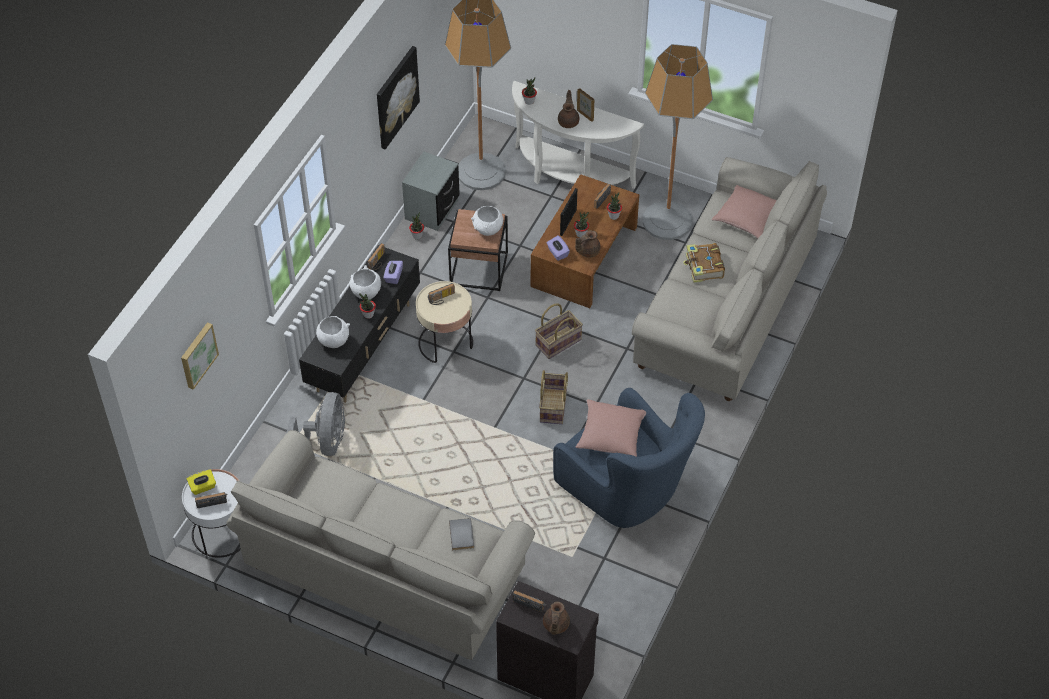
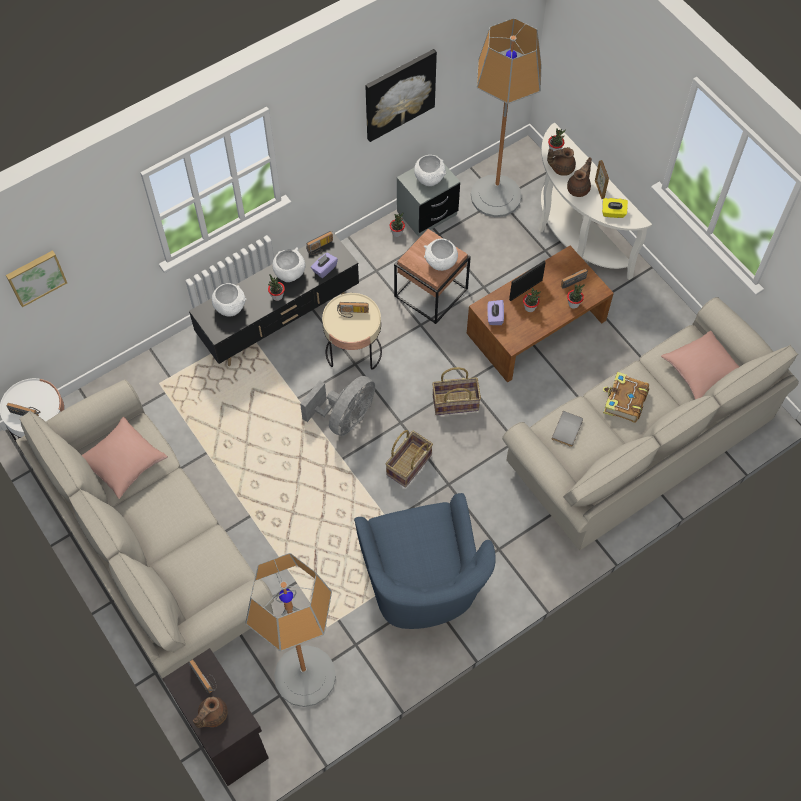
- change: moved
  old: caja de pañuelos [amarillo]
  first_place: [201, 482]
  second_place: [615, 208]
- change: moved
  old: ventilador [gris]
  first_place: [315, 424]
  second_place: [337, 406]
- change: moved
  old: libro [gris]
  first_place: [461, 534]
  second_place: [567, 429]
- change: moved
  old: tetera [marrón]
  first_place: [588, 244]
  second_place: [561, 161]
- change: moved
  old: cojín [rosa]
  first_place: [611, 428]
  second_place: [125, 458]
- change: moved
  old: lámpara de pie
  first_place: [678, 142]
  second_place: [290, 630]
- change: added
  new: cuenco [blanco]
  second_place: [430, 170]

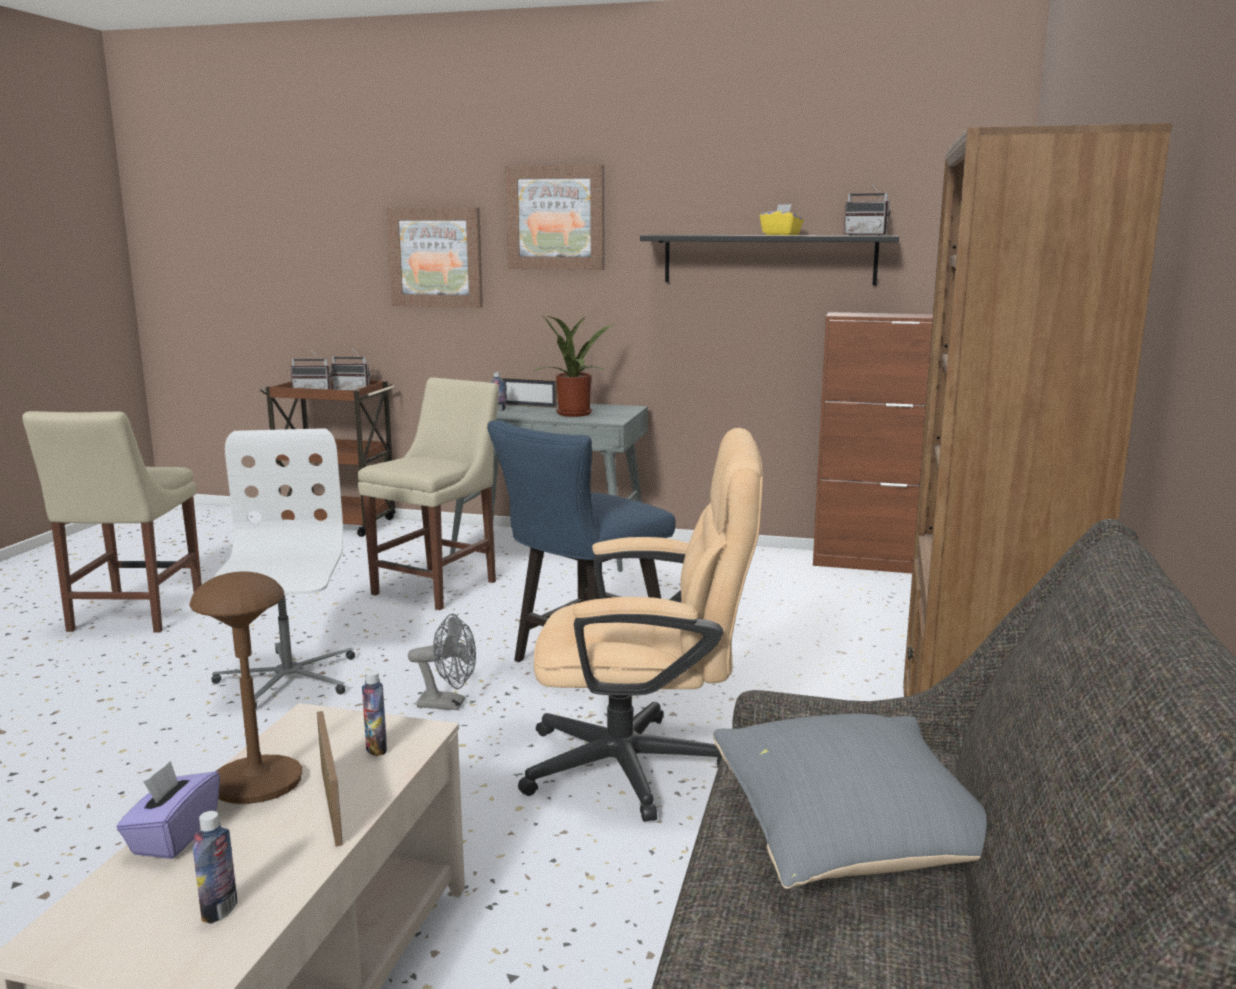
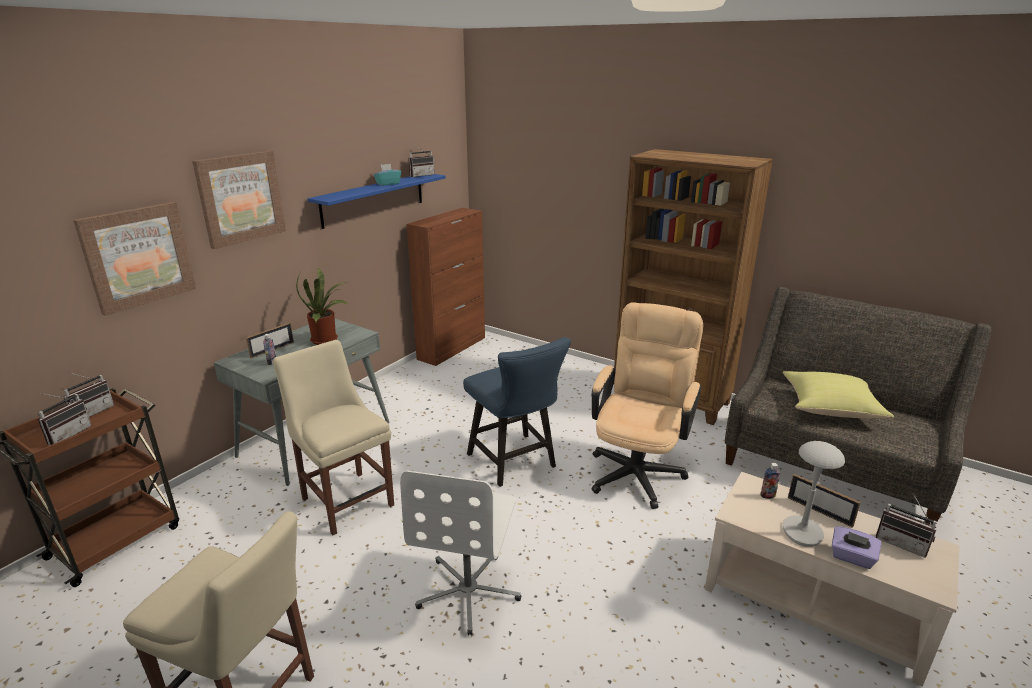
- change: recoloured
  old: lámpara de mesa [marrón]
  new: lámpara de mesa [gris]
  first_place: [245, 688]
  second_place: [814, 494]
- change: replaced
  old: botella
  new: radio
  first_place: [215, 867]
  second_place: [906, 525]
- change: turned
  old: silla de oficina [blanco]
  first_place: [283, 568]
  second_place: [460, 553]
  degrees: -90
- change: turned
  old: portarretratos
  first_place: [330, 779]
  second_place: [824, 501]
  degrees: -135
- change: removed
  old: ventilador [gris]
  first_place: [442, 662]
- change: recoloured
  old: estante [negro]
  new: estante [azul]
  first_place: [769, 260]
  second_place: [376, 201]
- change: recoloured
  old: cojín [gris]
  new: cojín [amarillo]
  first_place: [850, 801]
  second_place: [838, 394]
- change: recoloured
  old: caja de pañuelos [amarillo]
  new: caja de pañuelos [turquesa]
  first_place: [782, 219]
  second_place: [387, 175]

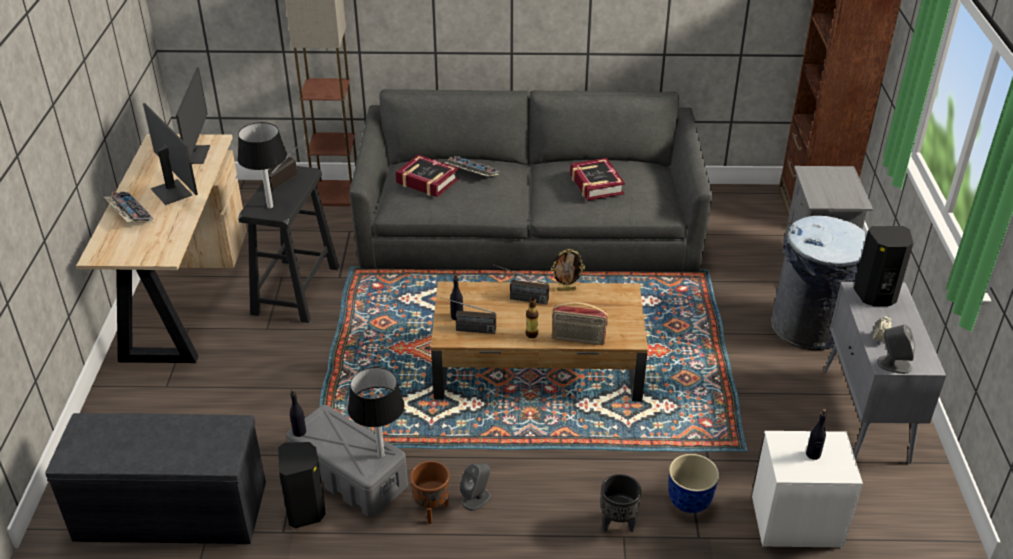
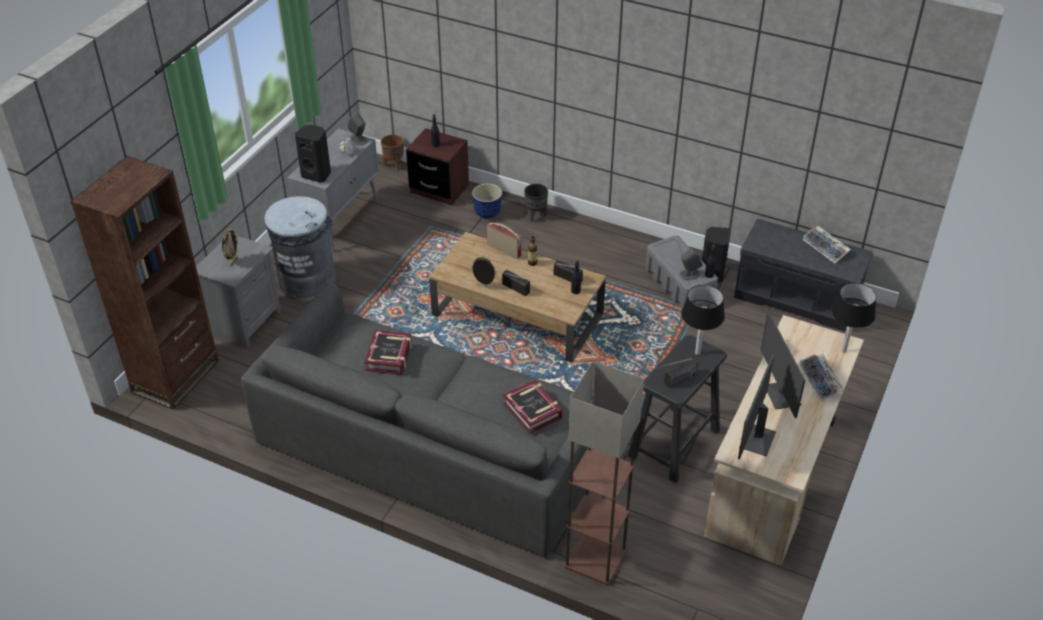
- change: moved
  old: lámpara de mesa [negro]
  first_place: [376, 412]
  second_place: [853, 318]
- change: moved
  old: maceta [marrón]
  first_place: [430, 492]
  second_place: [392, 152]
- change: moved
  old: teclado
  first_place: [472, 166]
  second_place: [827, 244]
- change: moved
  old: altavoz [gris]
  first_place: [475, 487]
  second_place: [690, 264]
- change: recoloured
  old: mesita de noche [blanco]
  new: mesita de noche [marrón]
  first_place: [807, 489]
  second_place: [437, 166]
- change: added
  new: portarretratos
  second_place: [230, 247]

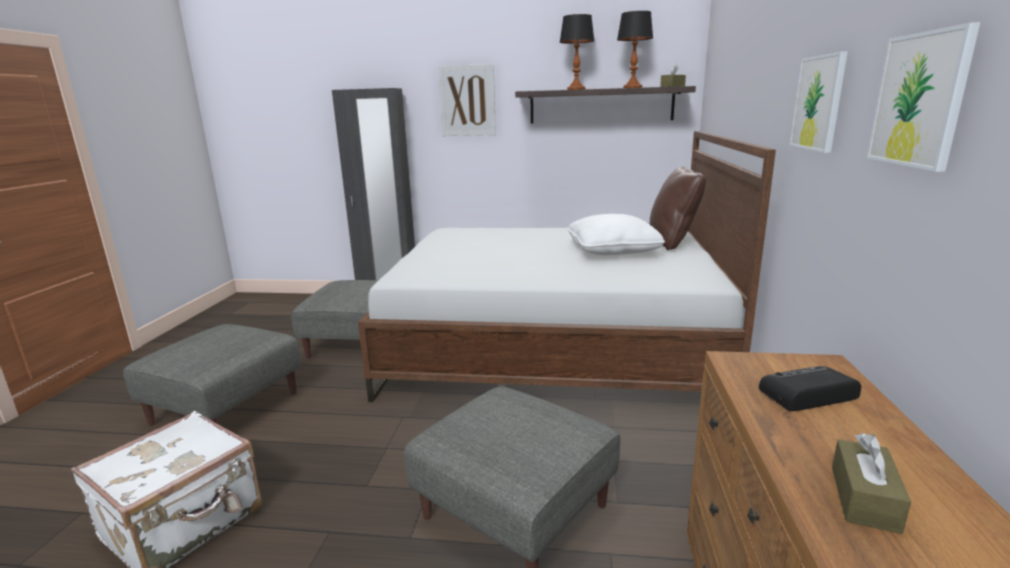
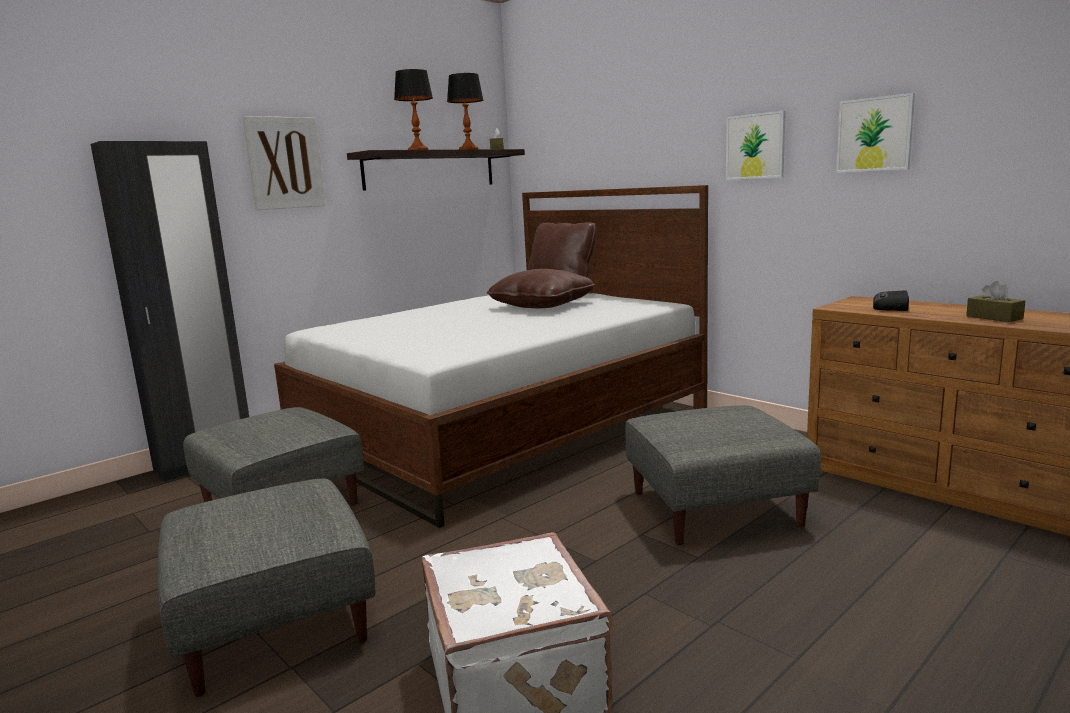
- change: recoloured
  old: cojín [blanco]
  new: cojín [marrón]
  first_place: [616, 234]
  second_place: [541, 288]

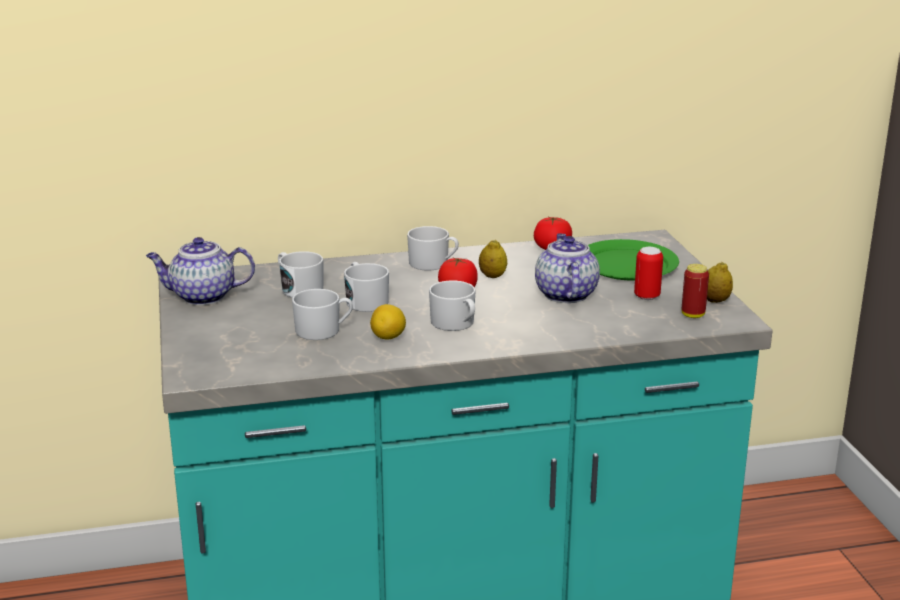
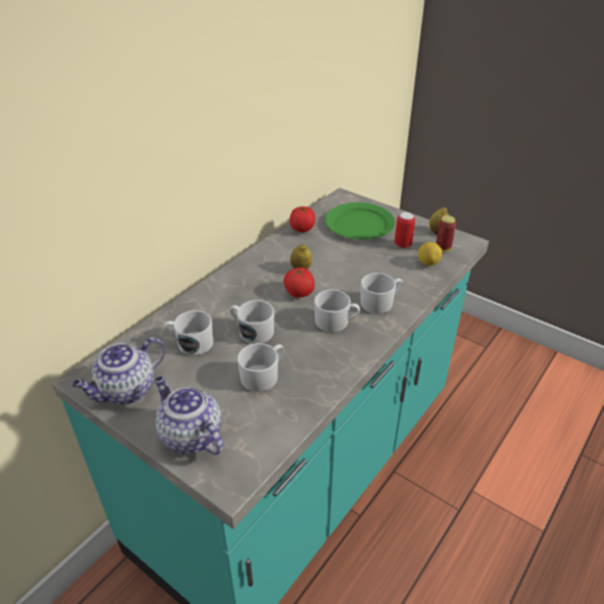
- change: moved
  old: limón
  first_place: [388, 321]
  second_place: [430, 254]
- change: moved
  old: taza grande [blanco]
  first_place: [433, 248]
  second_place: [381, 293]
- change: moved
  old: tetera
  first_place: [567, 268]
  second_place: [188, 415]

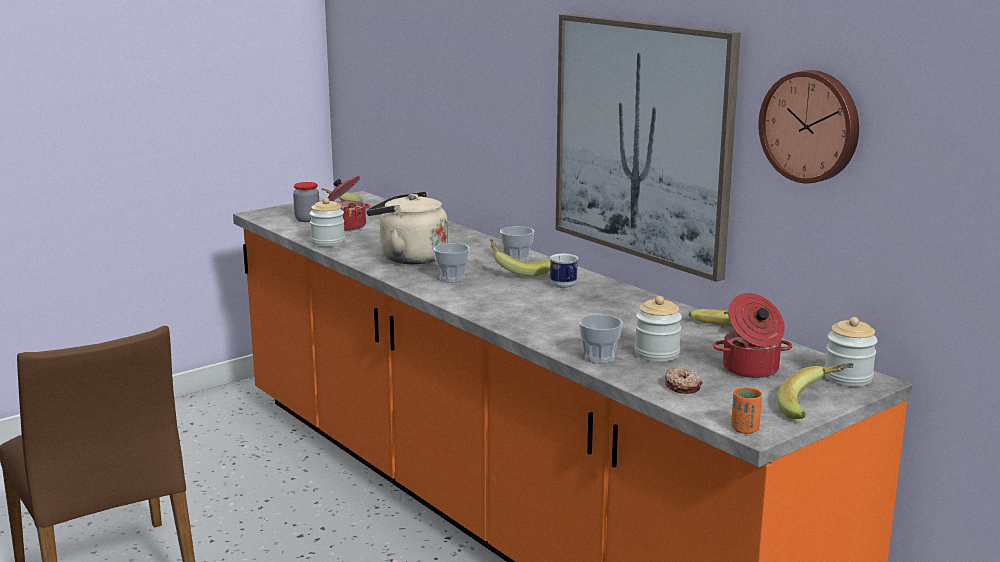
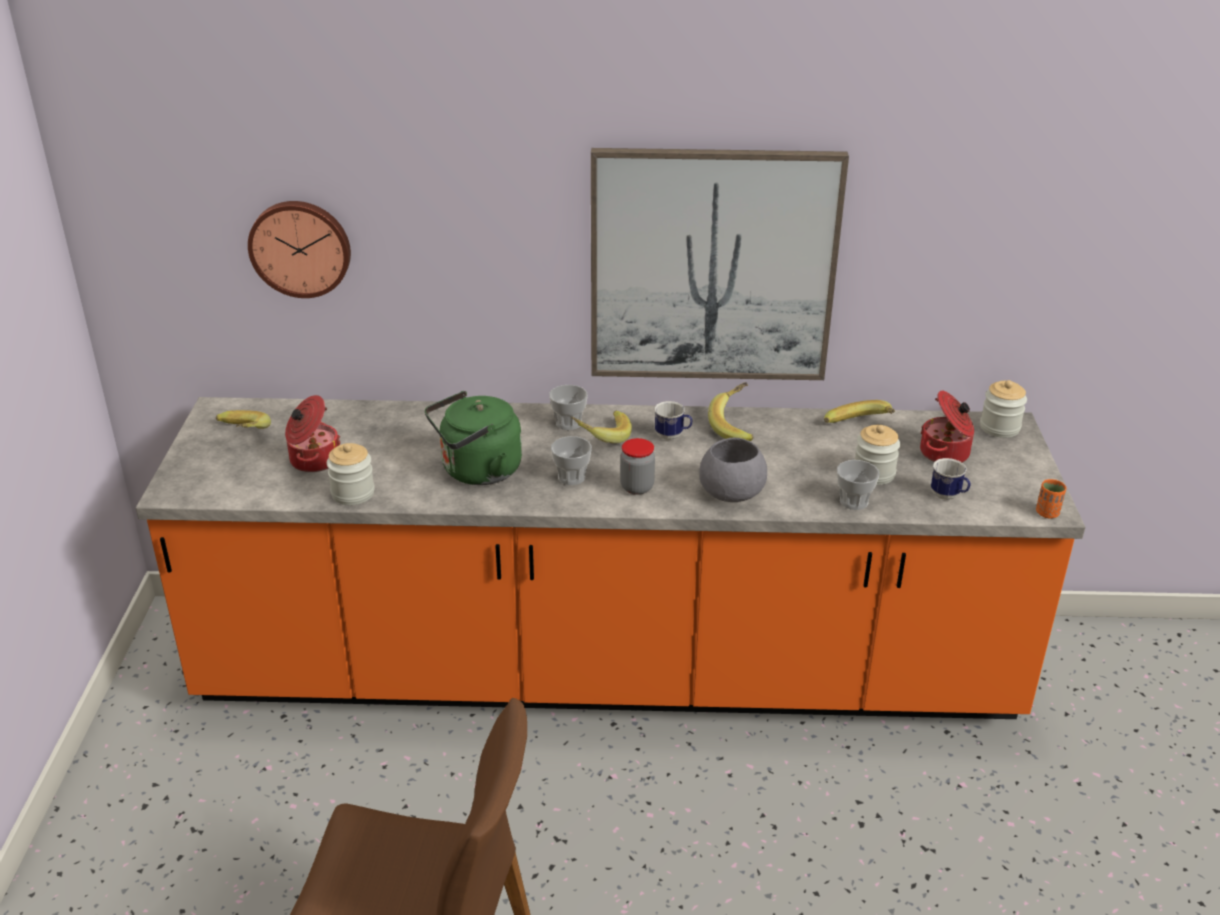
- change: moved
  old: tarro
  first_place: [306, 202]
  second_place: [637, 466]
- change: recoloured
  old: hervidor [beis]
  new: hervidor [verde]
  first_place: [407, 227]
  second_place: [473, 438]
- change: replaced
  old: rosquilla
  new: taza grande
  first_place: [684, 381]
  second_place: [950, 479]
- change: moved
  old: reloj de pared
  first_place: [808, 127]
  second_place: [299, 249]
- change: moved
  old: plátano
  first_place: [815, 391]
  second_place: [731, 411]
- change: added
  new: cuenco [gris]
  second_place: [733, 470]

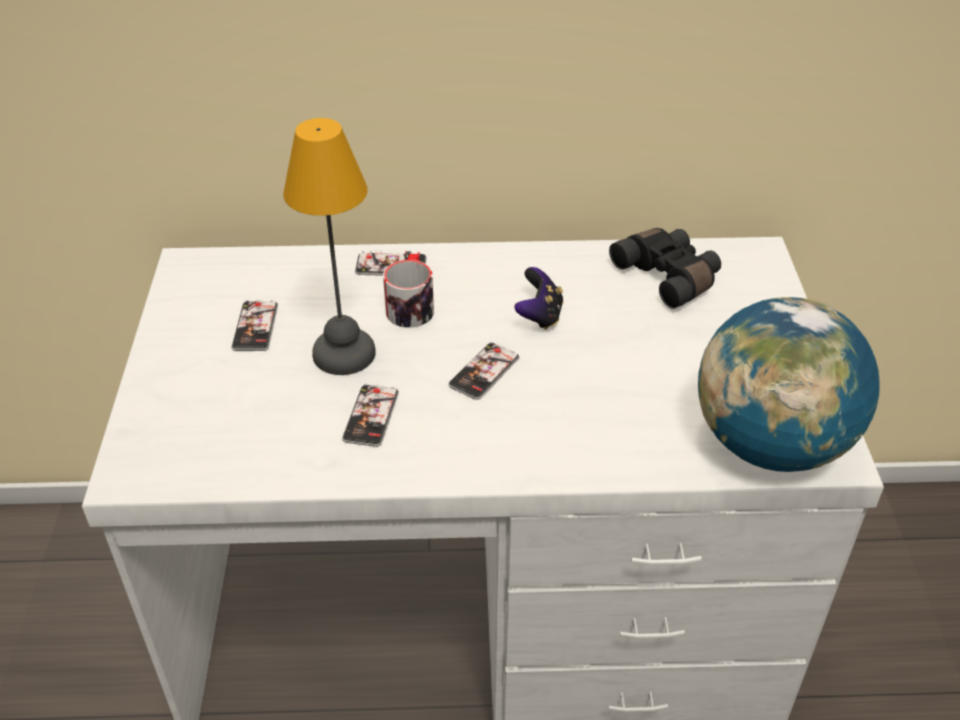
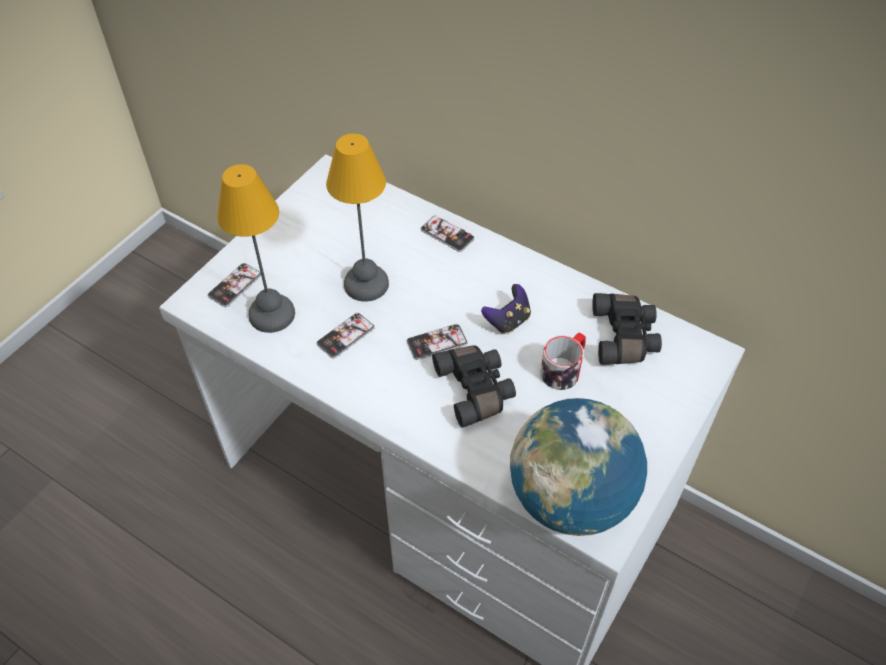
- change: moved
  old: móvil
  first_place: [255, 325]
  second_place: [234, 285]
- change: moved
  old: taza grande
  first_place: [408, 291]
  second_place: [563, 361]
- change: added
  new: lámpara de mesa
  second_place: [256, 248]
- change: added
  new: prismáticos [negro]
  second_place: [474, 386]

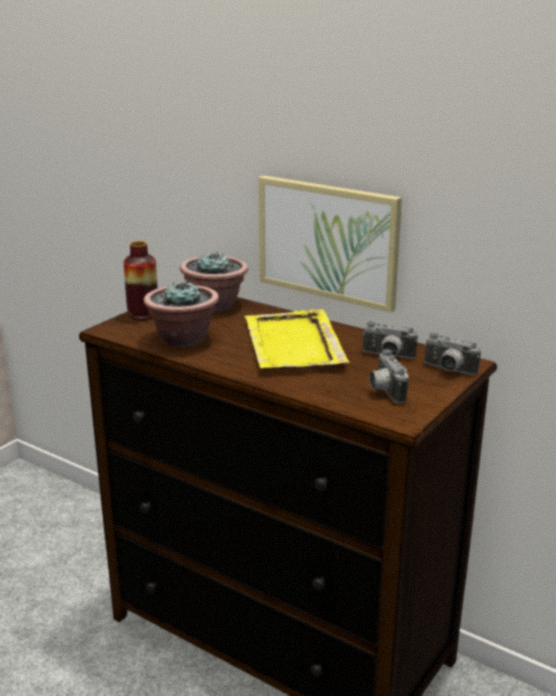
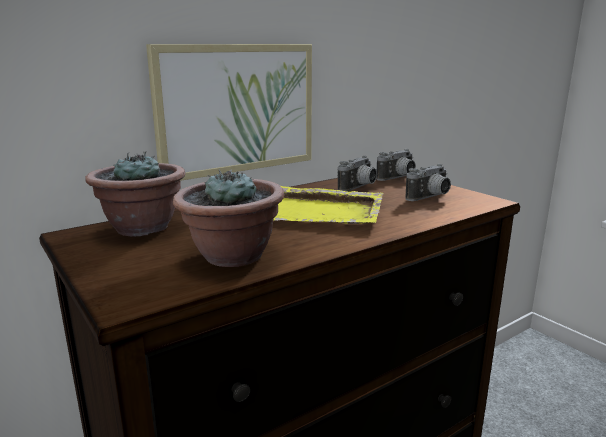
- change: removed
  old: florero
  first_place: [141, 280]
- change: turned
  old: cámara
  first_place: [389, 376]
  second_place: [428, 182]
  degrees: -45

